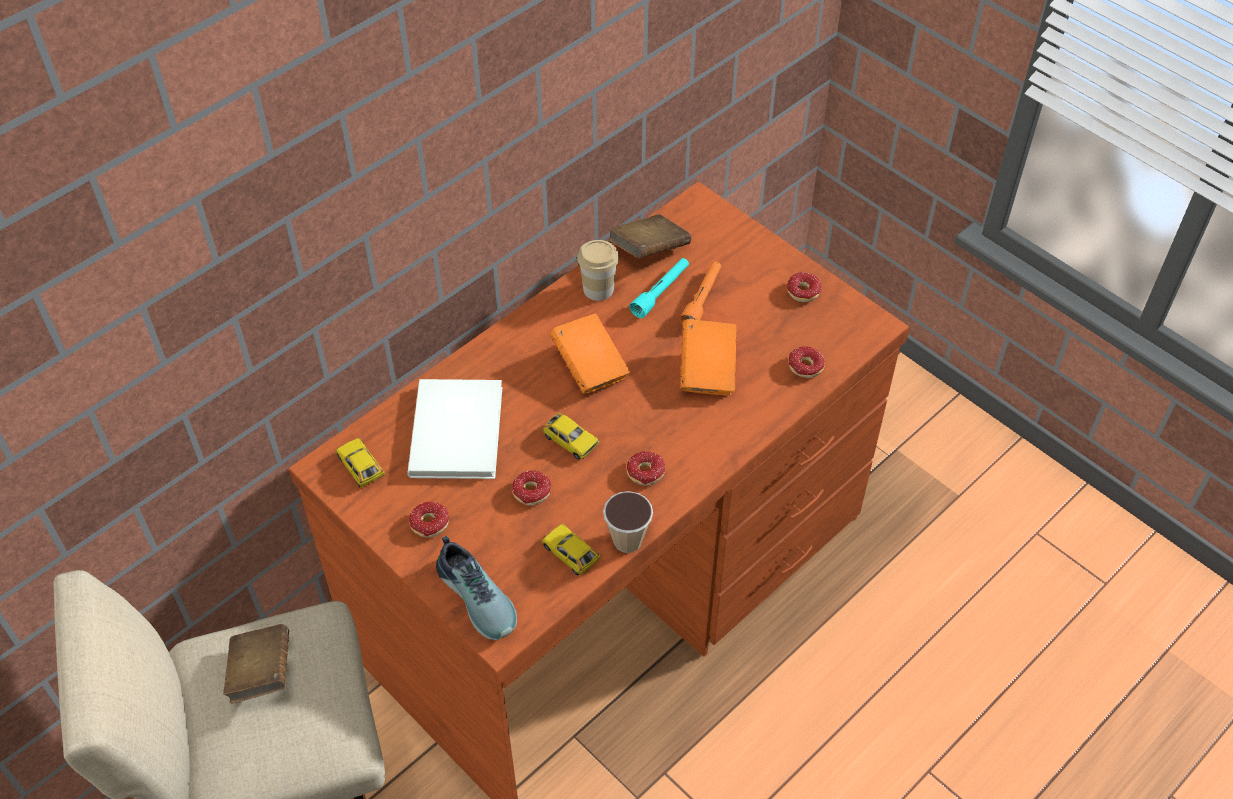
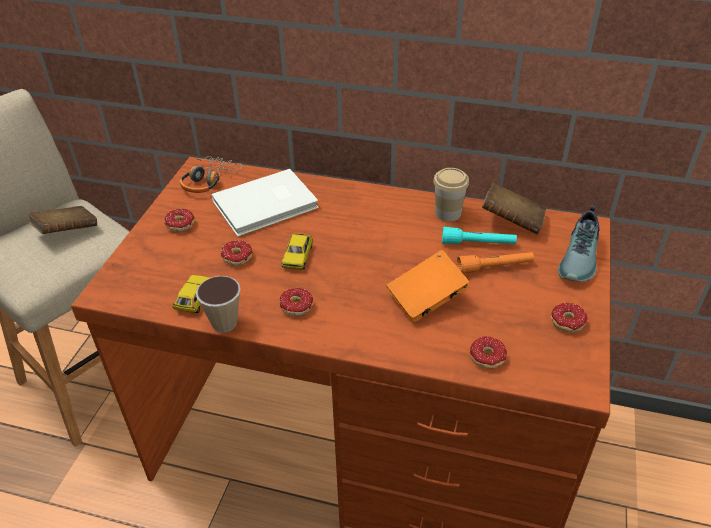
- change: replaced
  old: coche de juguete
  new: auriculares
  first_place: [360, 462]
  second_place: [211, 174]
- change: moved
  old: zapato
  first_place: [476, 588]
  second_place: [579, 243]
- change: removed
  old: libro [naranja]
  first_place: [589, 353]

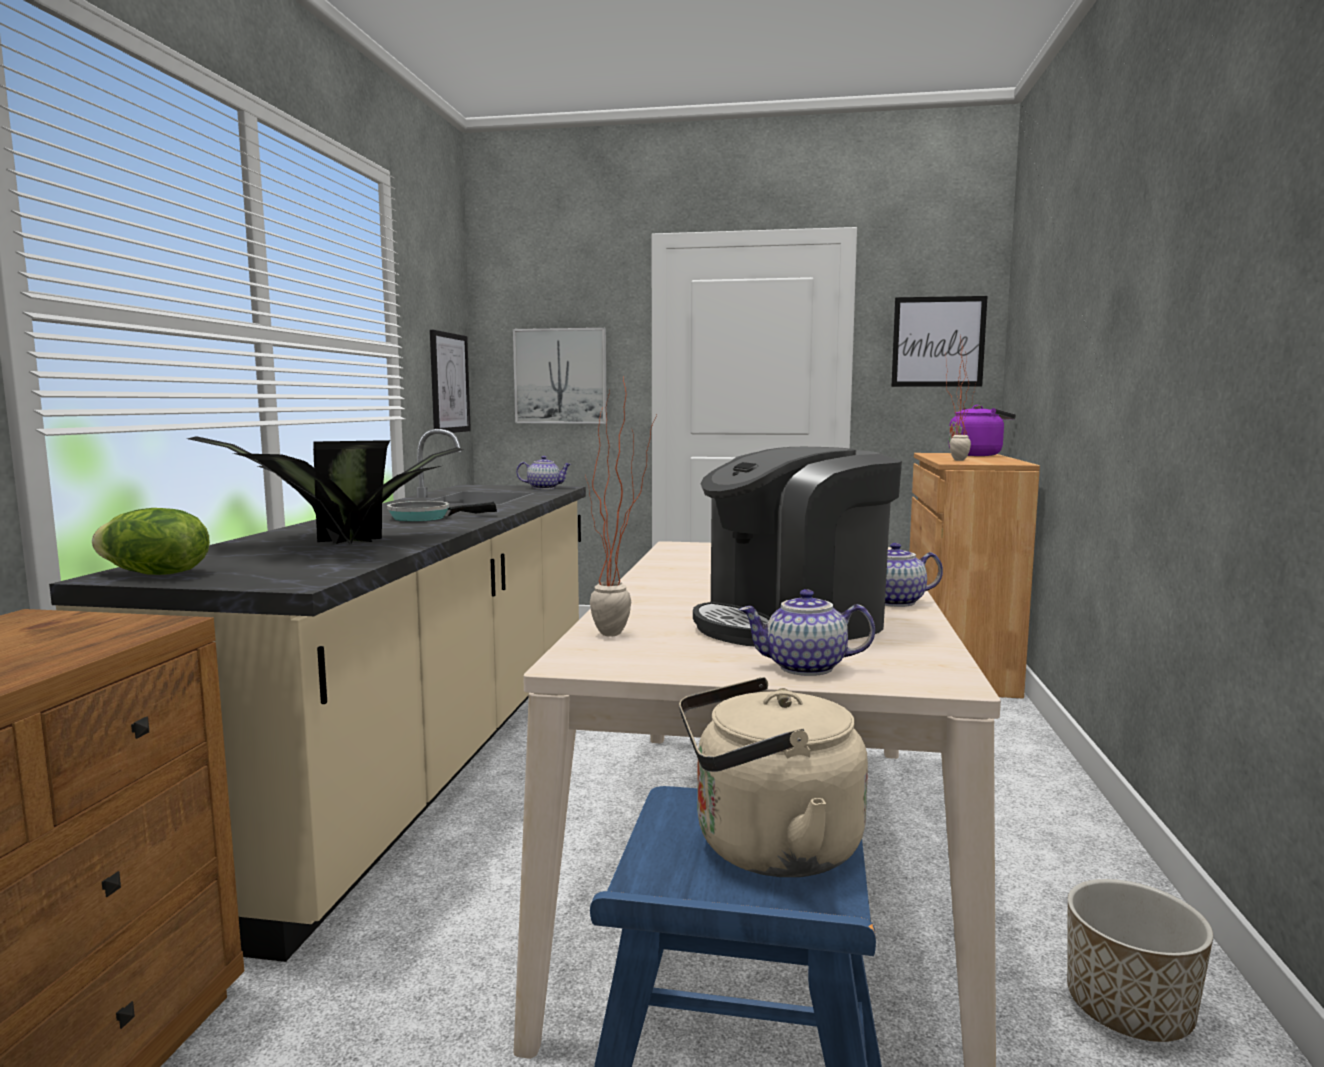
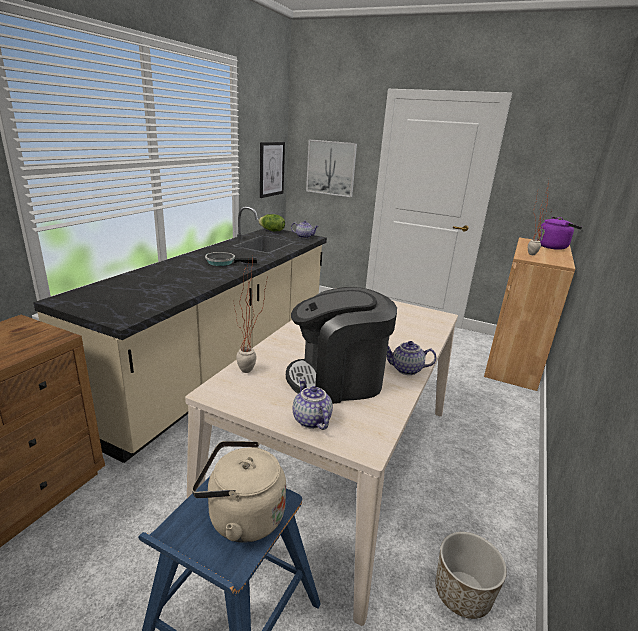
- change: moved
  old: lechuga
  first_place: [151, 541]
  second_place: [271, 222]
- change: removed
  old: planta en maceta
  first_place: [325, 490]
- change: turned
  old: tetera
  first_place: [807, 632]
  second_place: [312, 404]
  degrees: 45
- change: removed
  old: cuadro
  first_place: [939, 341]

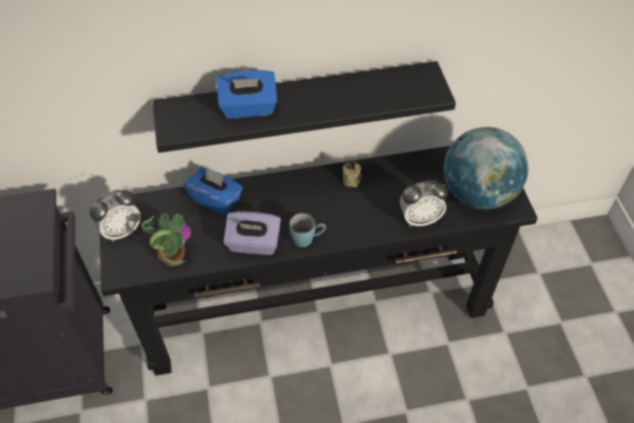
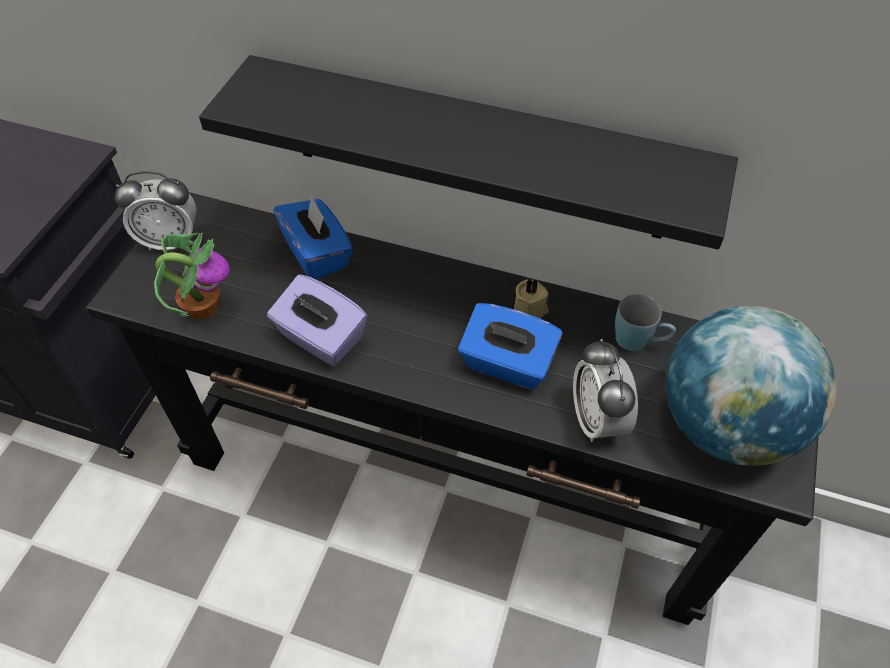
- change: moved
  old: caja de pañuelos [azul]
  first_place: [246, 94]
  second_place: [510, 346]
- change: moved
  old: taza grande [azul]
  first_place: [307, 230]
  second_place: [645, 322]
- change: turned
  old: despertador
  first_place: [424, 203]
  second_place: [605, 390]
  degrees: 60

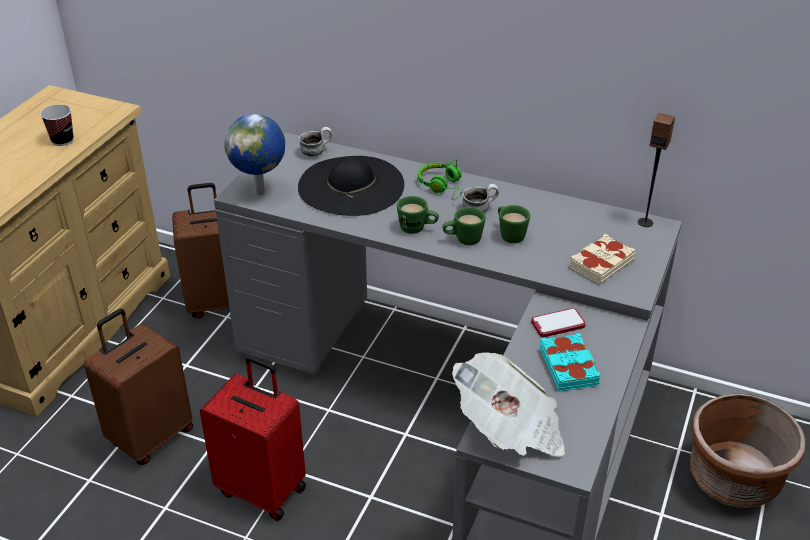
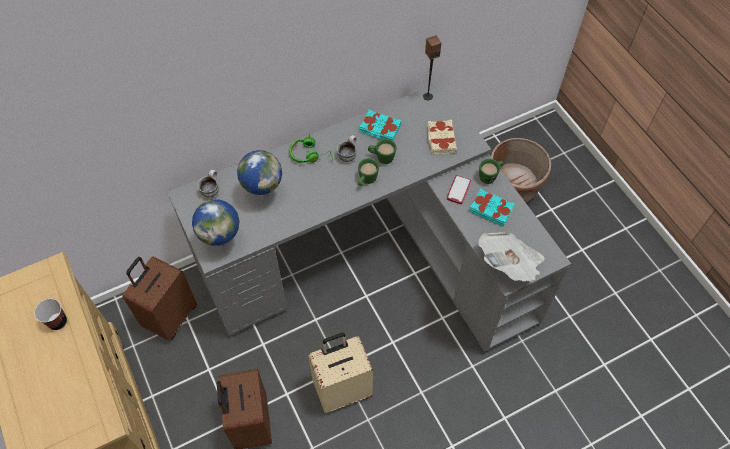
- change: recoloured
  old: maleta [rojo]
  new: maleta [beis]
  first_place: [253, 438]
  second_place: [340, 373]
- change: replaced
  old: sombrero [negro]
  new: globo terráqueo
  first_place: [351, 186]
  second_place: [259, 174]
- change: moved
  old: taza grande [verde]
  first_place: [418, 215]
  second_place: [491, 171]
- change: added
  new: libro [turquesa]
  second_place: [380, 125]

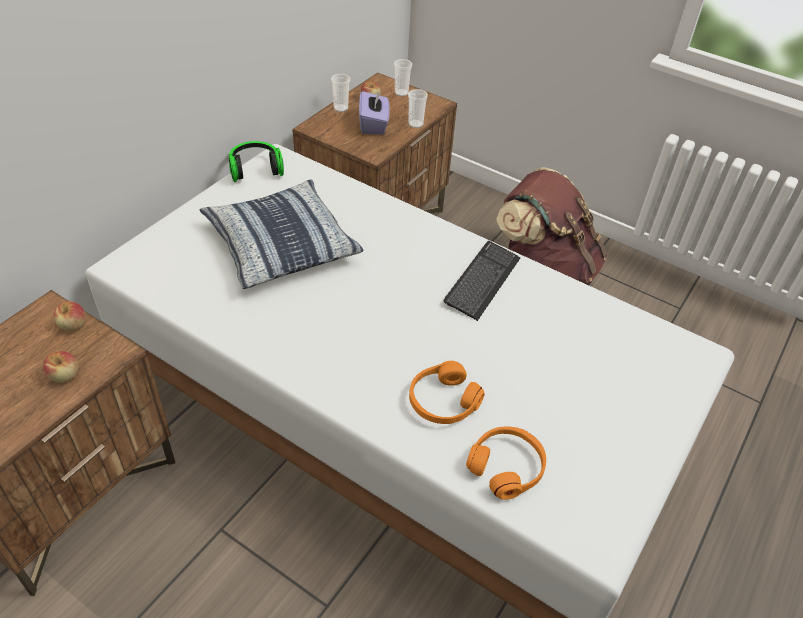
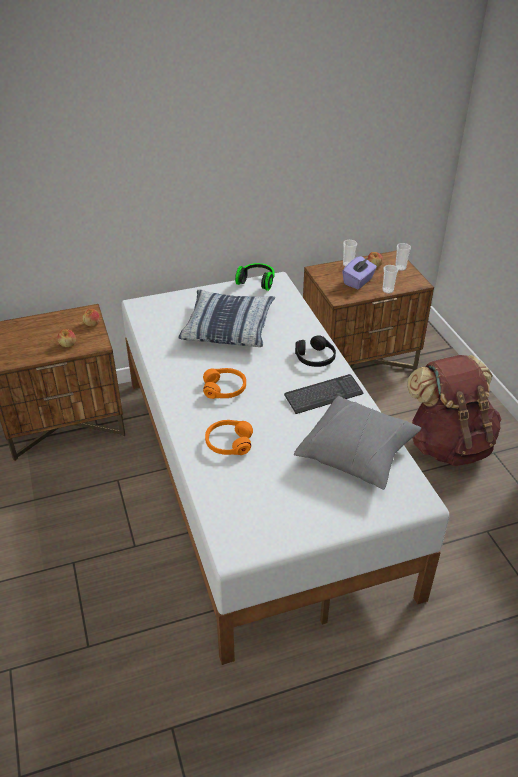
- change: moved
  old: auriculares [naranja]
  first_place: [506, 463]
  second_place: [224, 383]
- change: added
  new: cojín [gris]
  second_place: [357, 443]
- change: added
  new: auriculares [negro]
  second_place: [315, 351]

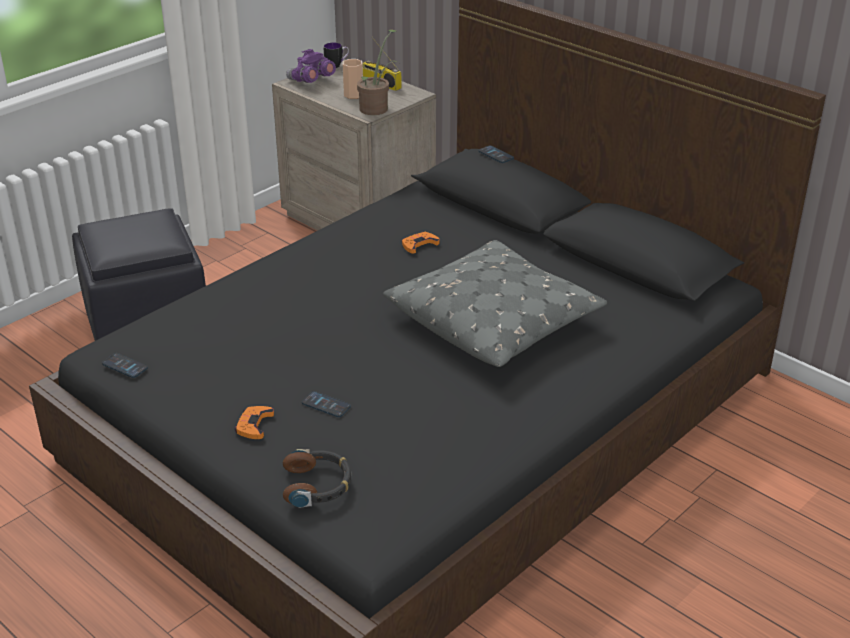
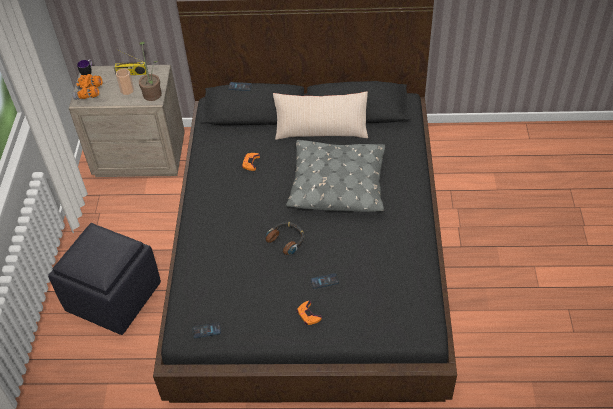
- change: moved
  old: auriculares
  first_place: [317, 478]
  second_place: [285, 238]
- change: recoloured
  old: prismáticos [morado]
  new: prismáticos [naranja]
  first_place: [311, 66]
  second_place: [87, 87]
- change: added
  new: cojín [beis]
  second_place: [320, 115]

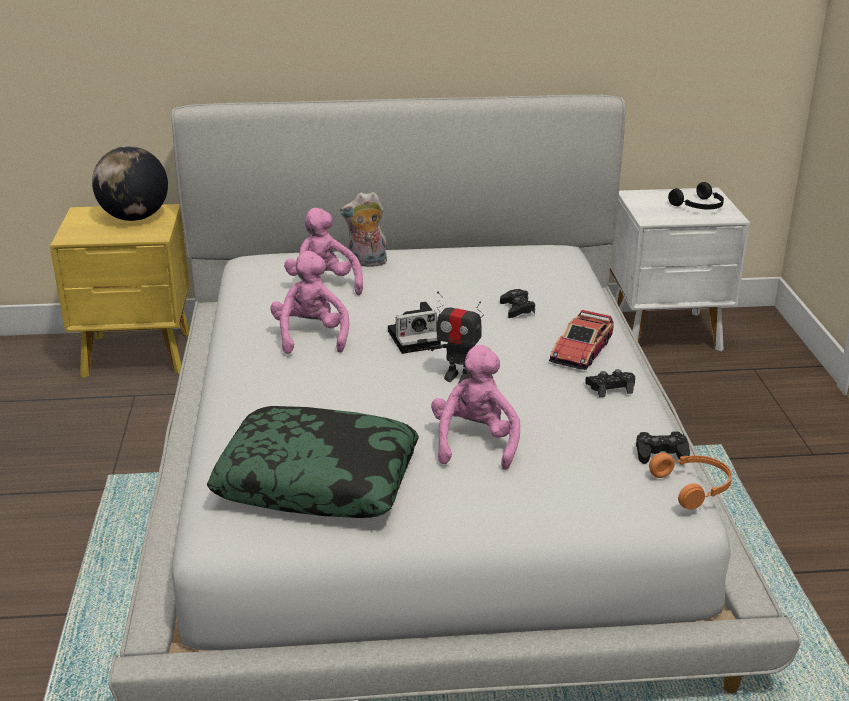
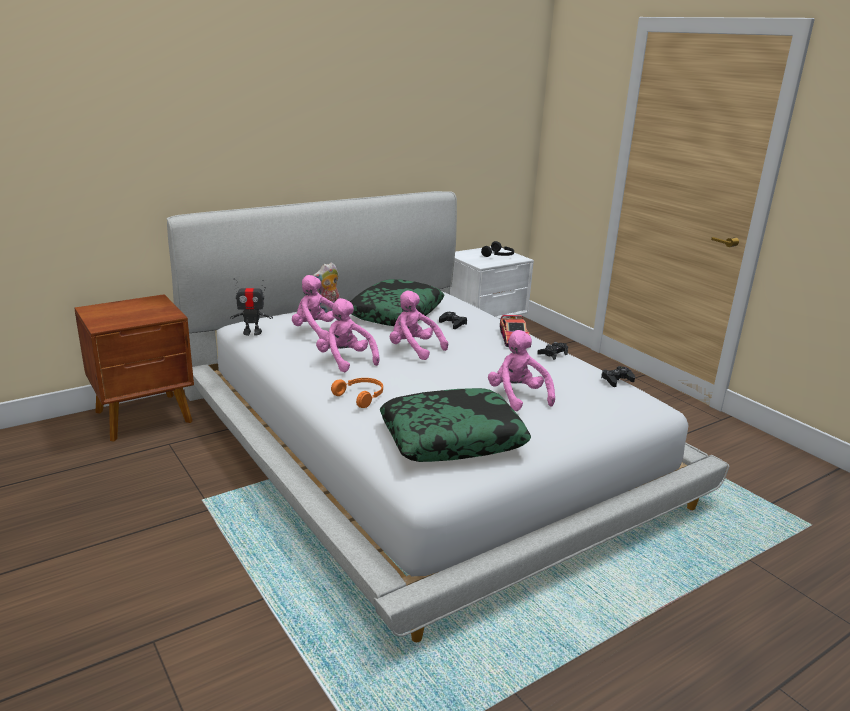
- change: recoloured
  old: mesita de noche [amarillo]
  new: mesita de noche [marrón]
  first_place: [120, 291]
  second_place: [134, 367]
- change: removed
  old: globo terráqueo
  first_place: [130, 183]
- change: replaced
  old: cámara
  new: peluche [rosa]
  first_place: [414, 328]
  second_place: [419, 325]
- change: moved
  old: robot de juguete
  first_place: [456, 337]
  second_place: [251, 307]
- change: moved
  old: auriculares [naranja]
  first_place: [690, 481]
  second_place: [357, 393]
- change: added
  new: cojín
  second_place: [397, 302]

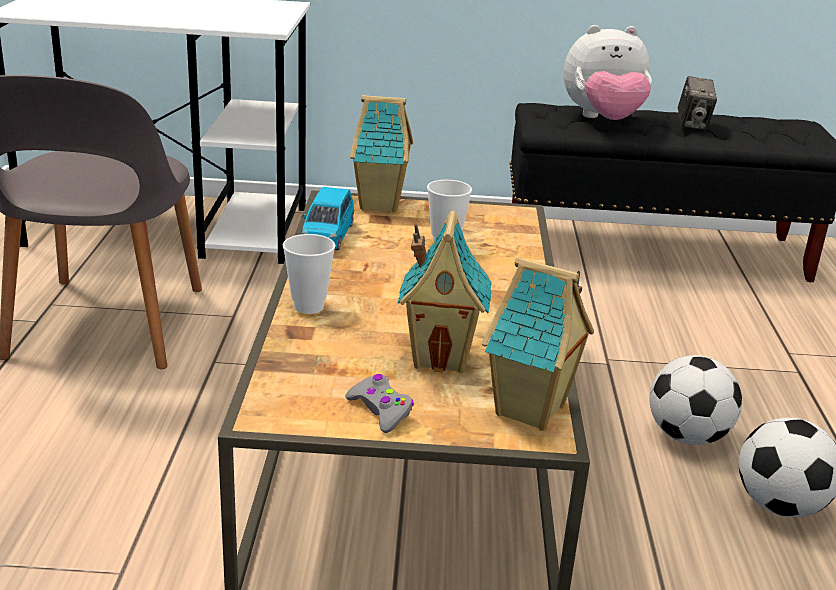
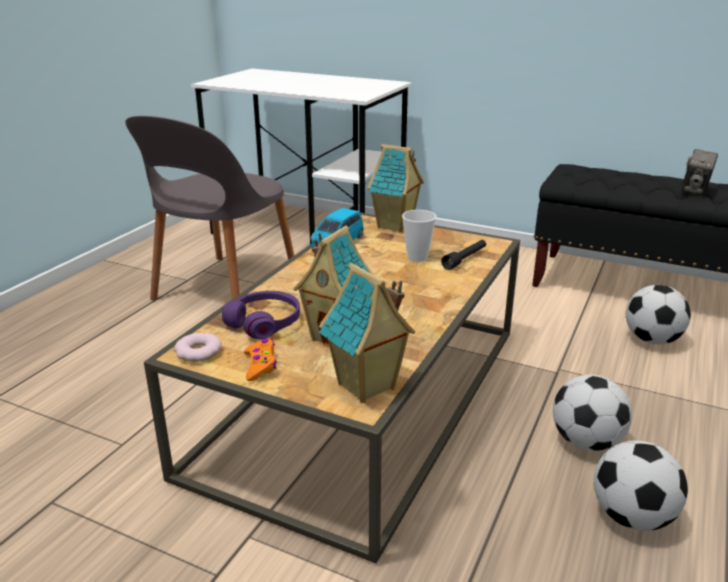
- change: removed
  old: taza
  first_place: [309, 274]
- change: recoloured
  old: mando de consola [gris]
  new: mando de consola [naranja]
  first_place: [379, 403]
  second_place: [260, 360]
- change: removed
  old: peluche
  first_place: [607, 72]
- change: added
  new: rosquilla
  second_place: [198, 347]
- change: added
  new: auriculares [morado]
  second_place: [261, 315]
- change: added
  new: linterna [negro]
  second_place: [463, 255]
- change: added
  new: balón de fútbol
  second_place: [658, 314]

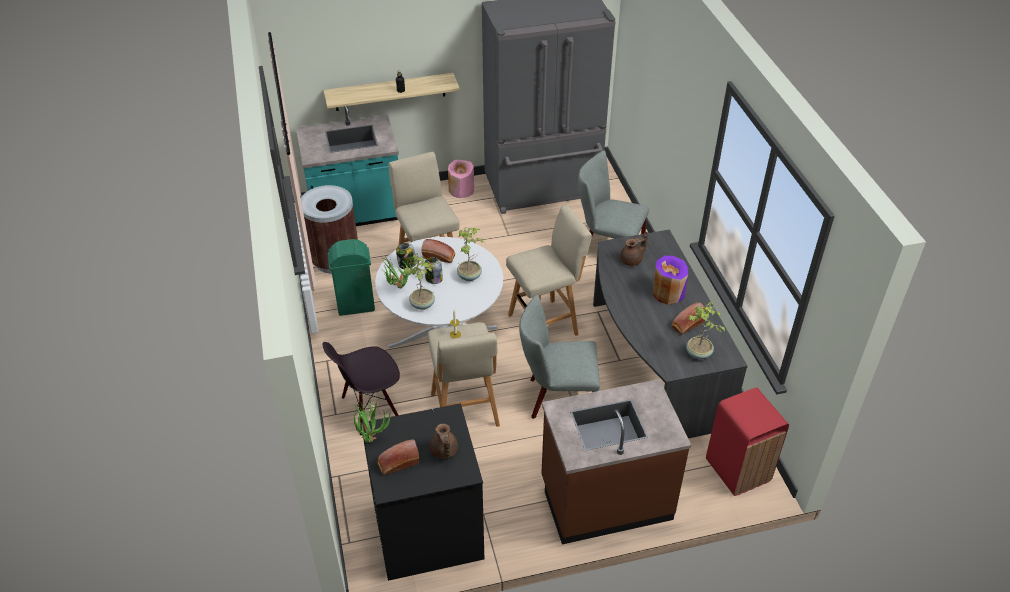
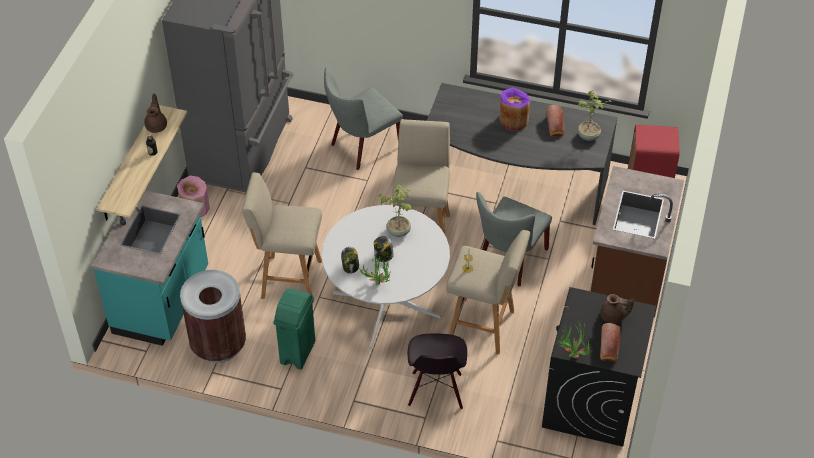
- change: removed
  old: planta en maceta
  first_place: [421, 281]
- change: removed
  old: pan
  first_place: [438, 251]
- change: moved
  old: tetera [marrón]
  first_place: [634, 249]
  second_place: [155, 113]

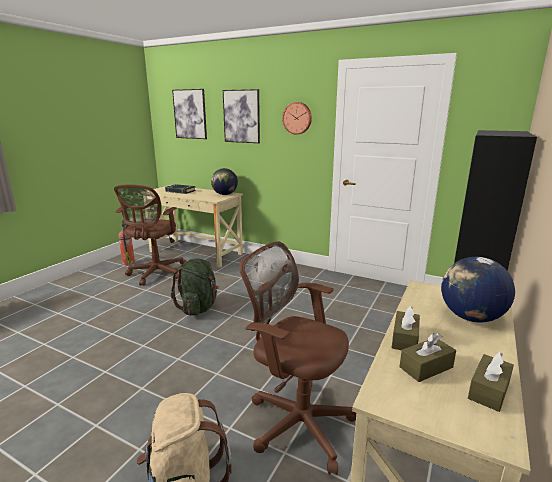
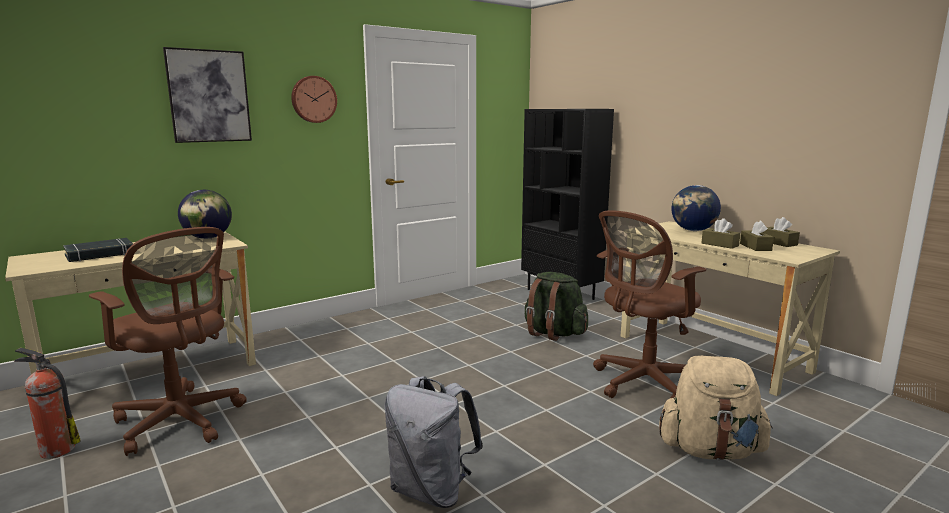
- change: moved
  old: mochila [verde]
  first_place: [195, 286]
  second_place: [556, 306]
- change: removed
  old: cuadro
  first_place: [189, 114]
- change: added
  new: mochila [gris]
  second_place: [434, 442]

